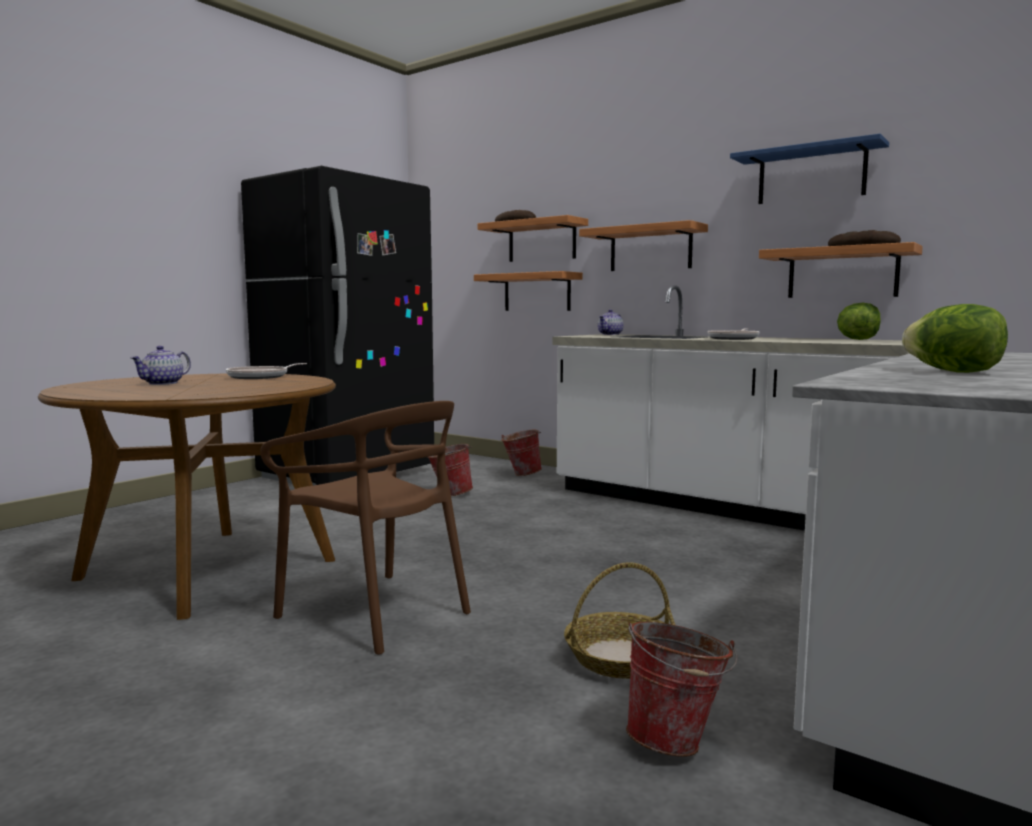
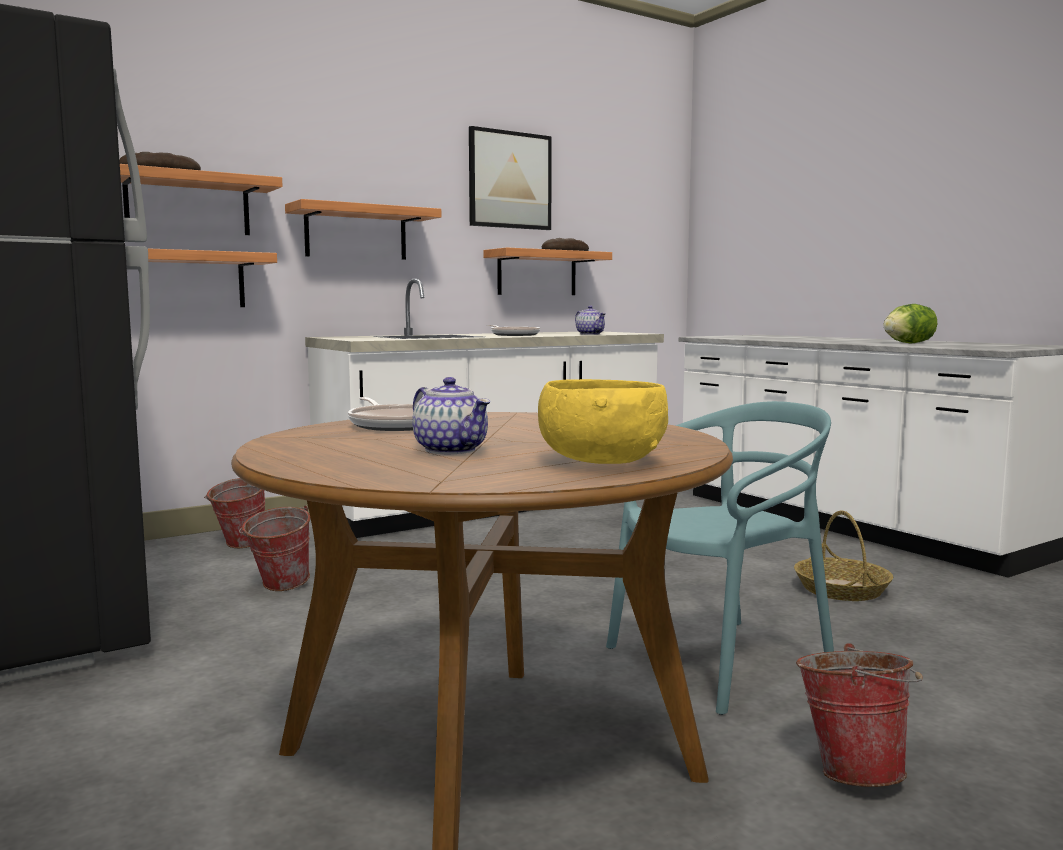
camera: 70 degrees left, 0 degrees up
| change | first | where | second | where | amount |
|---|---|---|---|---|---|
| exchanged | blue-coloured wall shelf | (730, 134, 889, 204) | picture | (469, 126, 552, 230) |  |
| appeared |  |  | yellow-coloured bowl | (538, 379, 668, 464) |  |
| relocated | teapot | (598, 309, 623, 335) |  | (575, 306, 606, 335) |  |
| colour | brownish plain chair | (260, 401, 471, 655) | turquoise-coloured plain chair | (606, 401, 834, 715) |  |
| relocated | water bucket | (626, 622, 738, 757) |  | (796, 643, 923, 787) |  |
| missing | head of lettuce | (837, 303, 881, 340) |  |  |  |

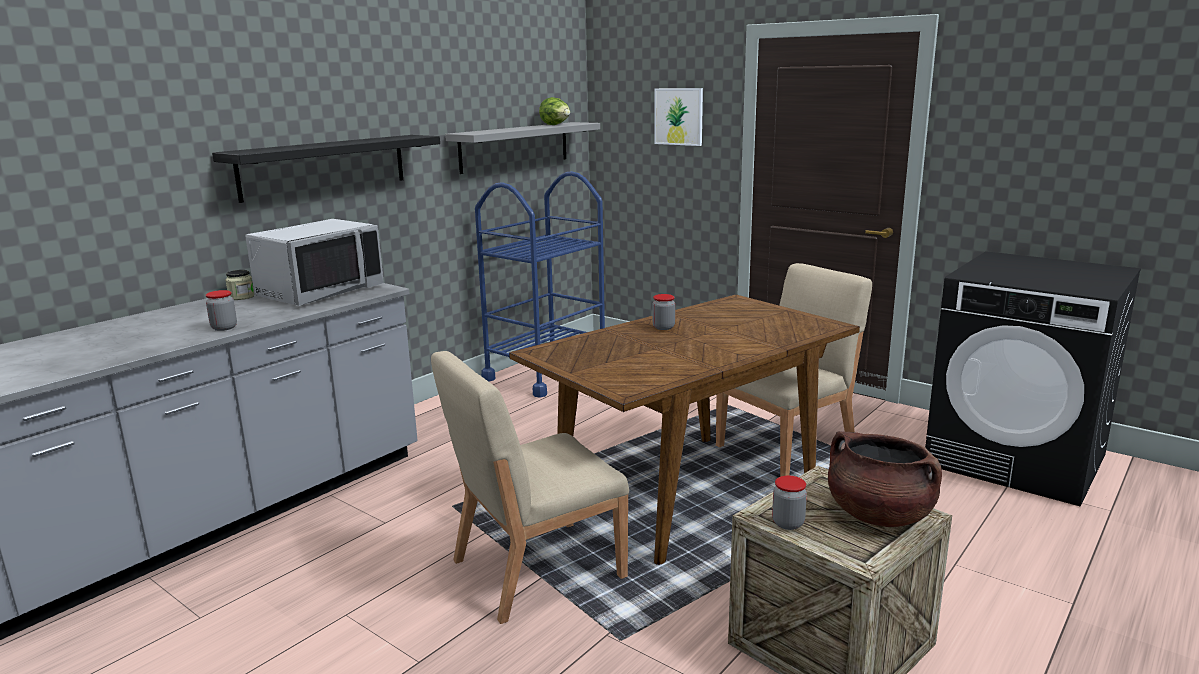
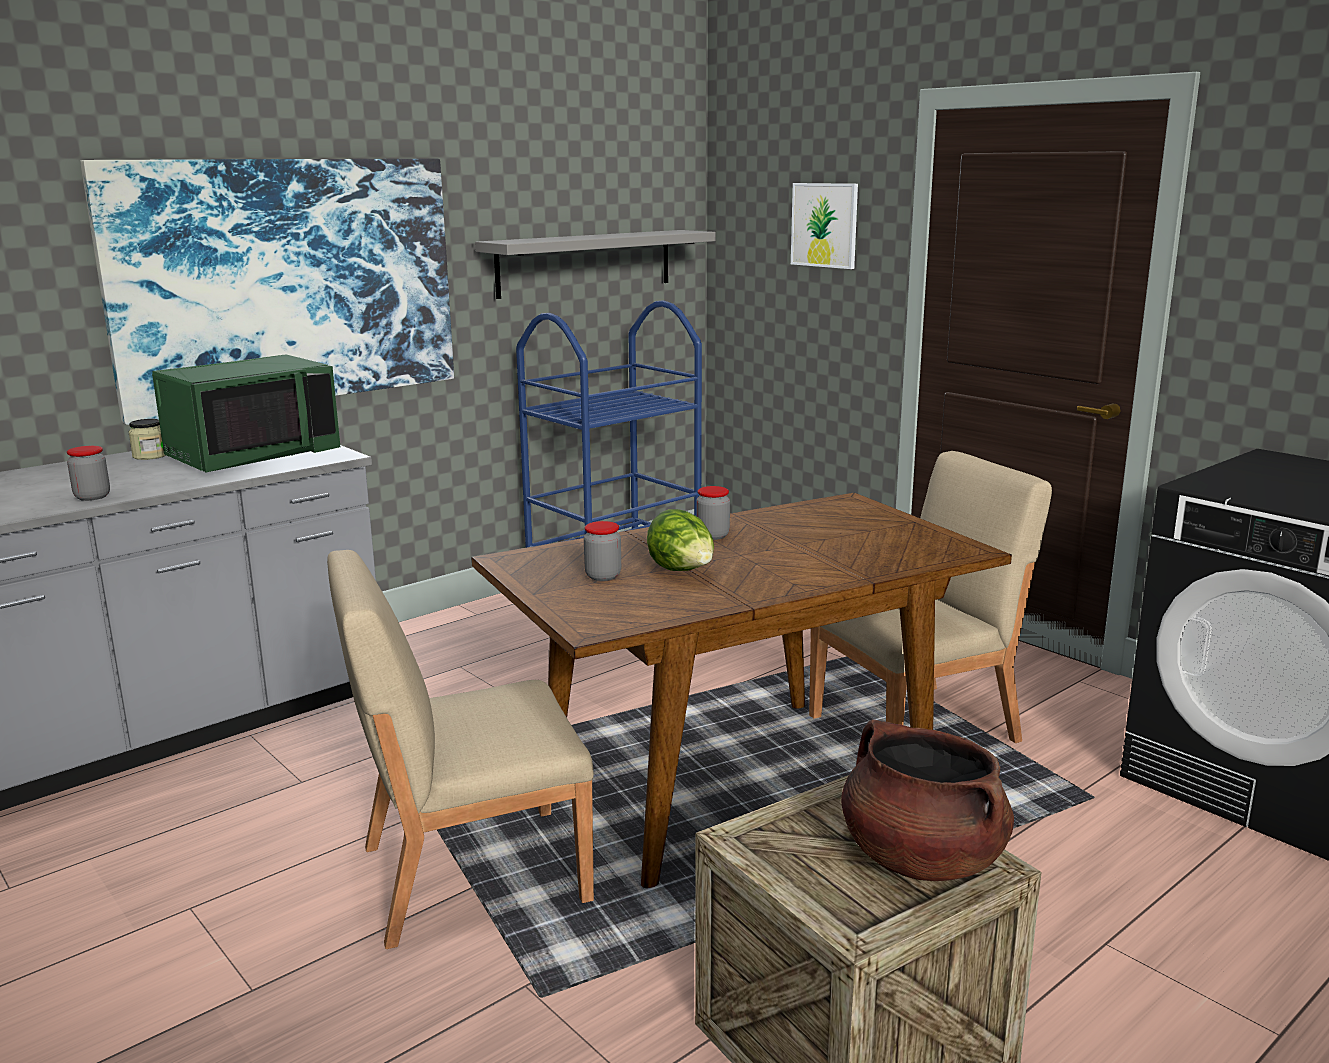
camera: 10 degrees right, 0 degrees up
| change | first | where | second | where | amount |
|---|---|---|---|---|---|
| exchanged | black wall shelf | (212, 135, 440, 203) | picture | (80, 159, 454, 425) |  |
| colour | grey kitchen microwave | (246, 219, 384, 306) | green kitchen microwave | (152, 354, 340, 472) |  |
| relocated | preserve jar | (772, 476, 807, 530) |  | (584, 521, 621, 581) |  |
| relocated | head of lettuce | (539, 97, 570, 125) |  | (647, 509, 714, 571) |  |

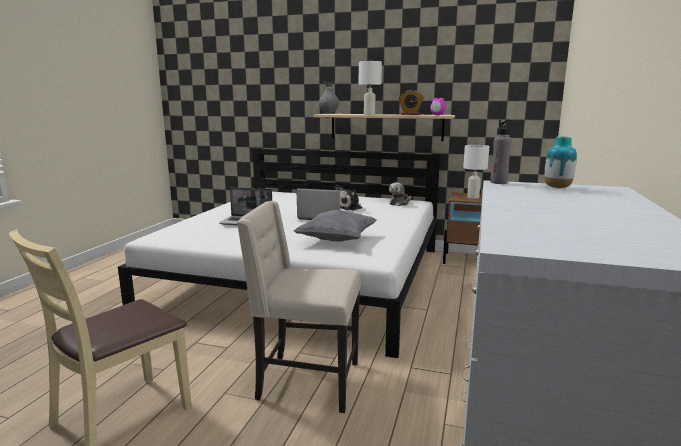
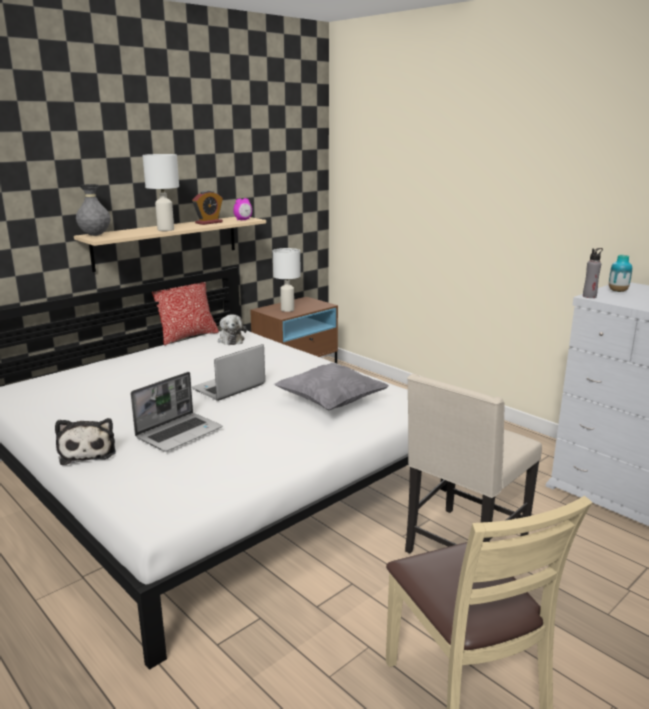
camera: 60 degrees left, 5 degrees up
| change | first | where | second | where | amount |
|---|---|---|---|---|---|
| relocated | soft toy | (334, 185, 362, 211) |  | (55, 418, 116, 465) |  |
| appeared |  |  | cushion | (152, 282, 219, 345) |  |

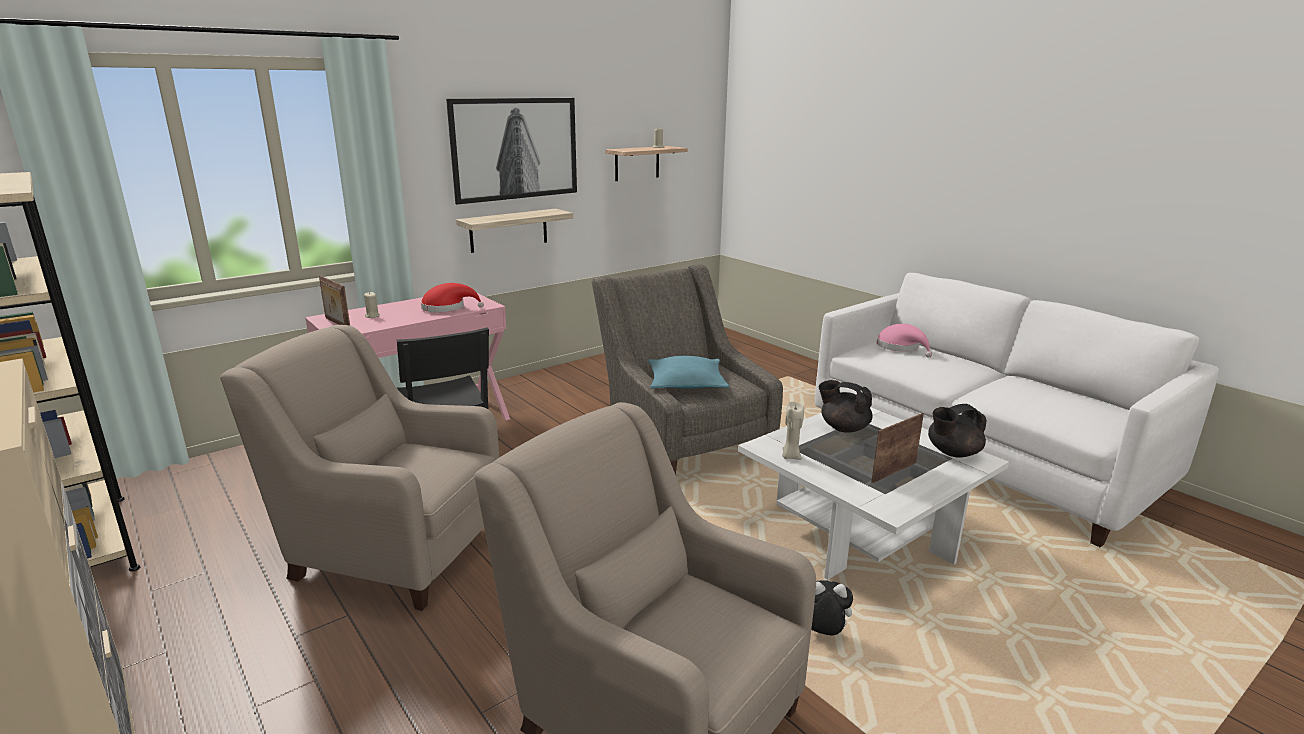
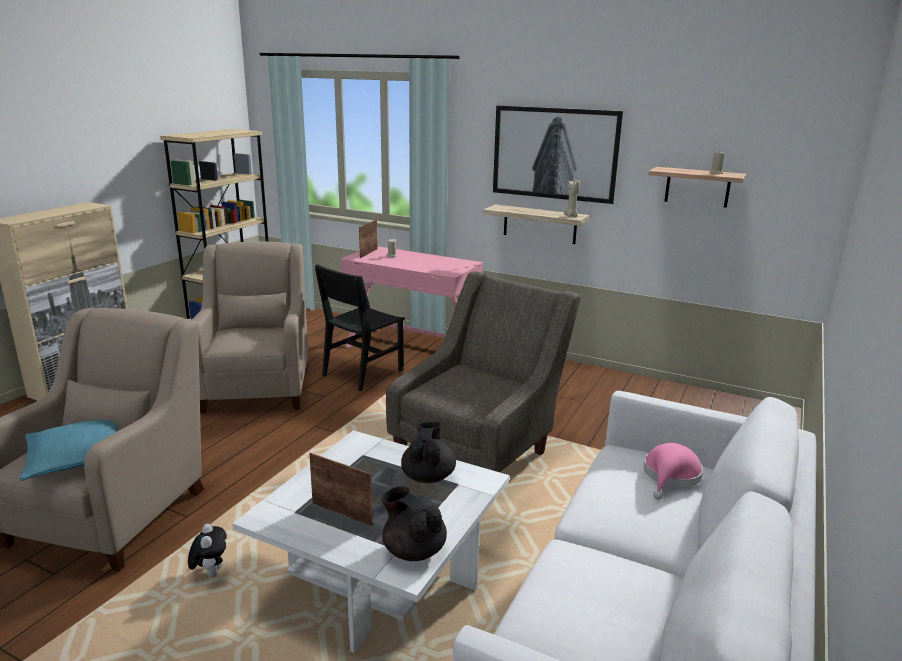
camera: 65 degrees right, 0 degrees up
| change | first | where | second | where | amount |
|---|---|---|---|---|---|
| relocated | turquoise-coloured cushion | (648, 356, 729, 389) |  | (20, 420, 117, 481) |  |
| relocated | beige candle | (782, 401, 804, 460) |  | (564, 179, 580, 217) |  |
| missing | red-coloured wearable hat | (421, 283, 484, 312) |  |  |  |

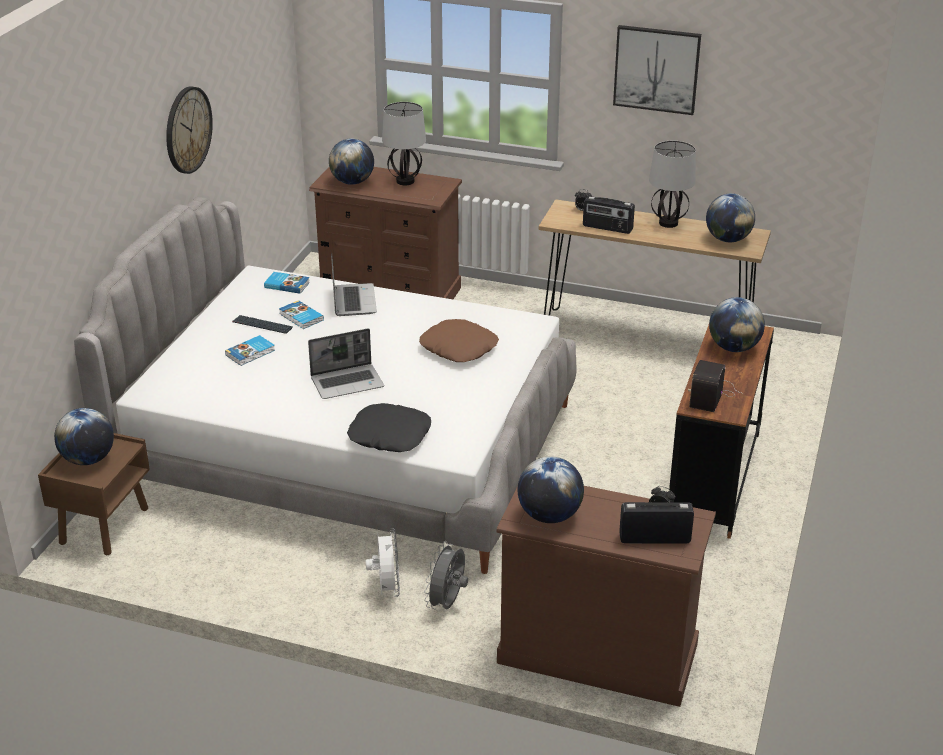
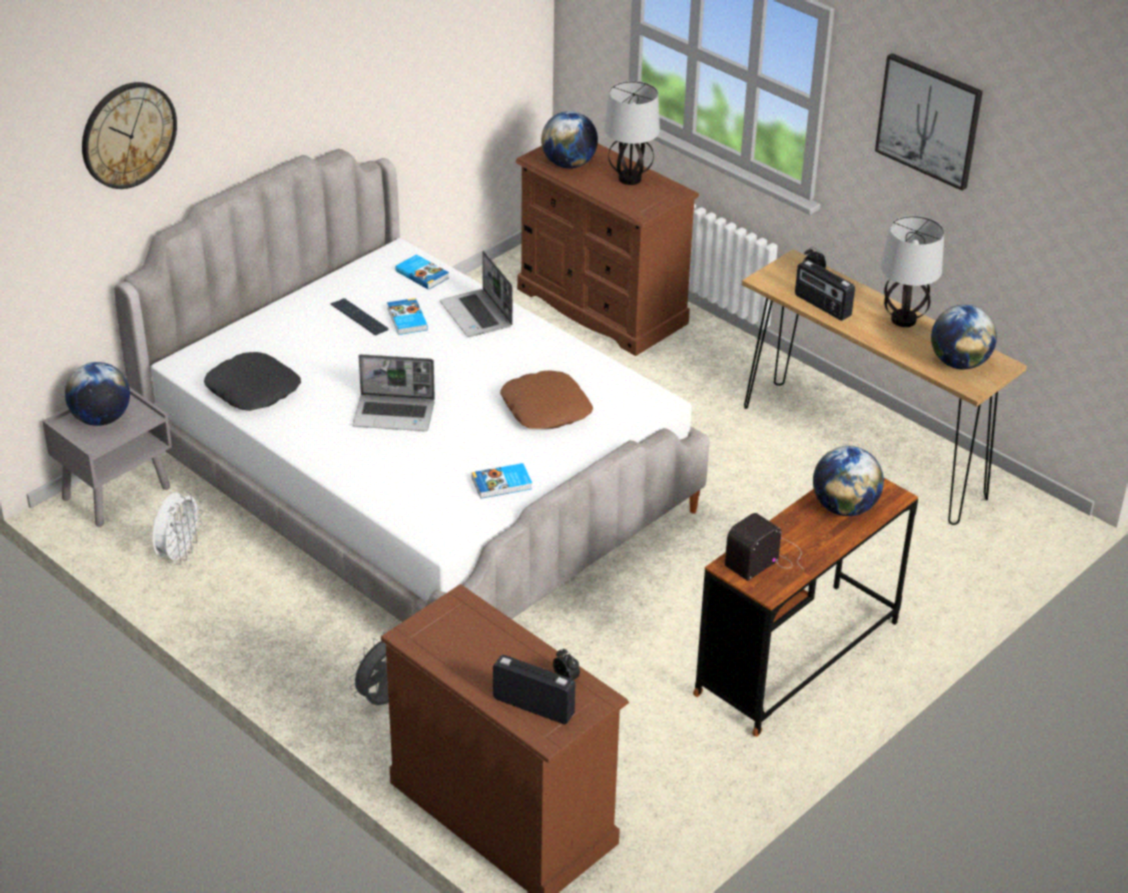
camera: 25 degrees right, 5 degrees up
| change | first | where | second | where | amount |
|---|---|---|---|---|---|
| colour | brownish nightstand | (38, 433, 150, 555) | grey nightstand | (42, 387, 172, 527) |  |
| relocated | wall clock | (166, 86, 213, 174) |  | (82, 82, 177, 189) |  |
| relocated | white-coloured electric fan | (366, 528, 400, 597) |  | (153, 491, 203, 565) |  |
| relocated | black cushion | (347, 403, 431, 452) |  | (204, 352, 301, 411) |  |
| spun | portable computer | (331, 253, 377, 316) |  | (440, 251, 513, 337) | 135 degrees clockwise |
| relocated | book | (225, 335, 275, 366) |  | (472, 463, 532, 499) |  |
| missing | world globe | (518, 457, 584, 523) |  |  |  |

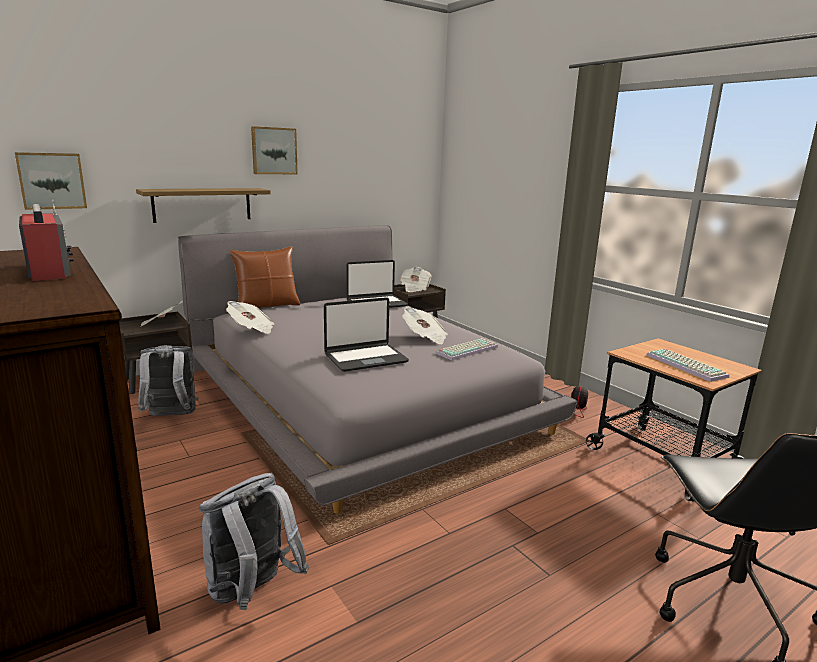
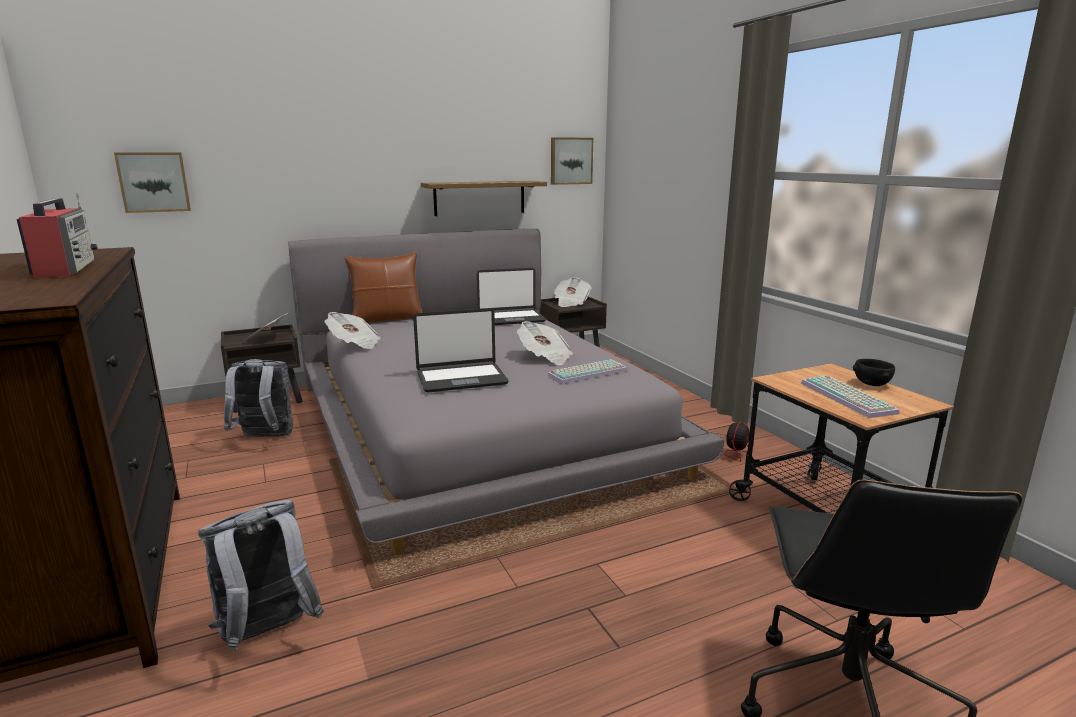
camera: 10 degrees right, 0 degrees up
| change | first | where | second | where | amount |
|---|---|---|---|---|---|
| relocated | wall shelf | (136, 188, 271, 223) |  | (421, 181, 547, 216) |  |
| relocated | picture | (251, 126, 298, 174) |  | (551, 137, 593, 185) |  |
| appeared |  |  | black bowl | (853, 359, 895, 386) |  |

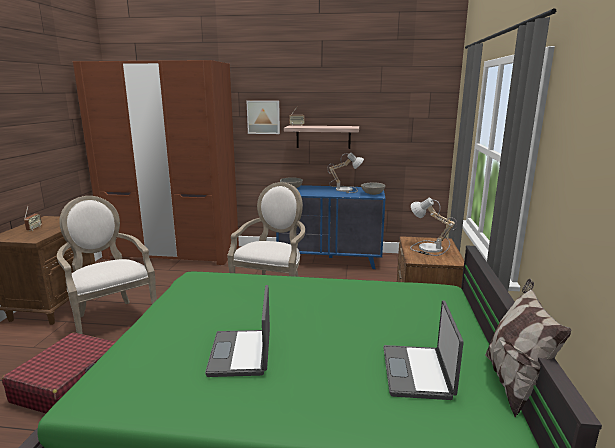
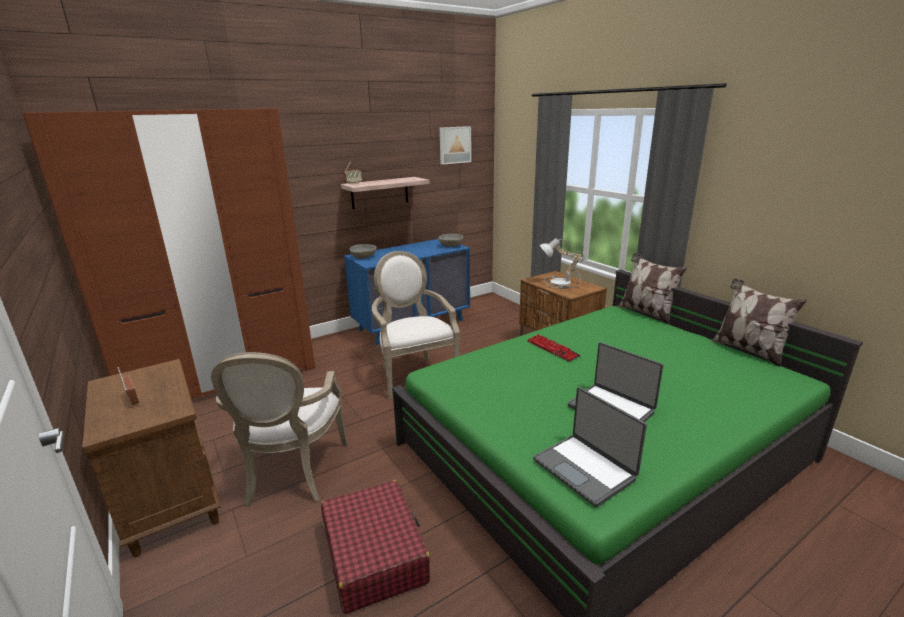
camera: 40 degrees left, 5 degrees up
| change | first | where | second | where | amount |
|---|---|---|---|---|---|
| spun | armchair | (57, 196, 157, 334) |  | (211, 352, 348, 507) | 105 degrees counterclockwise |
| relocated | picture | (247, 101, 280, 134) |  | (440, 126, 471, 165) |  |
| appeared |  |  | PC keyboard | (527, 334, 581, 362) |  |
| relocated | portable computer | (383, 300, 464, 400) |  | (533, 387, 647, 507) |  |
| appeared |  |  | cushion | (618, 253, 687, 324) |  |
| missing | lamp for a table | (328, 153, 364, 193) |  |  |  |

